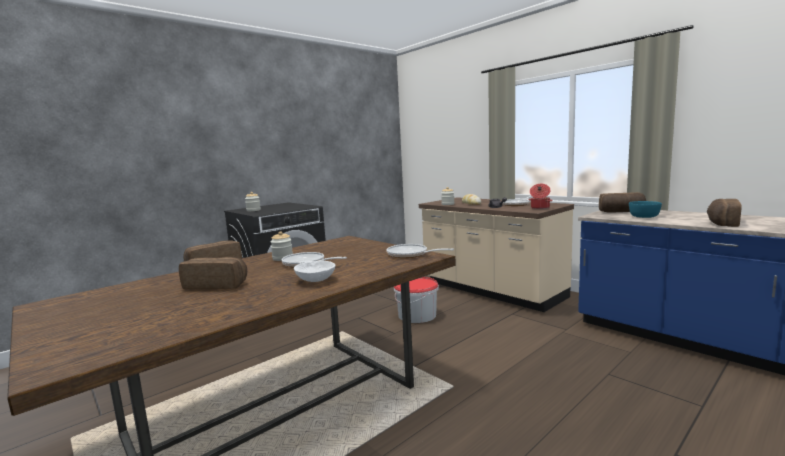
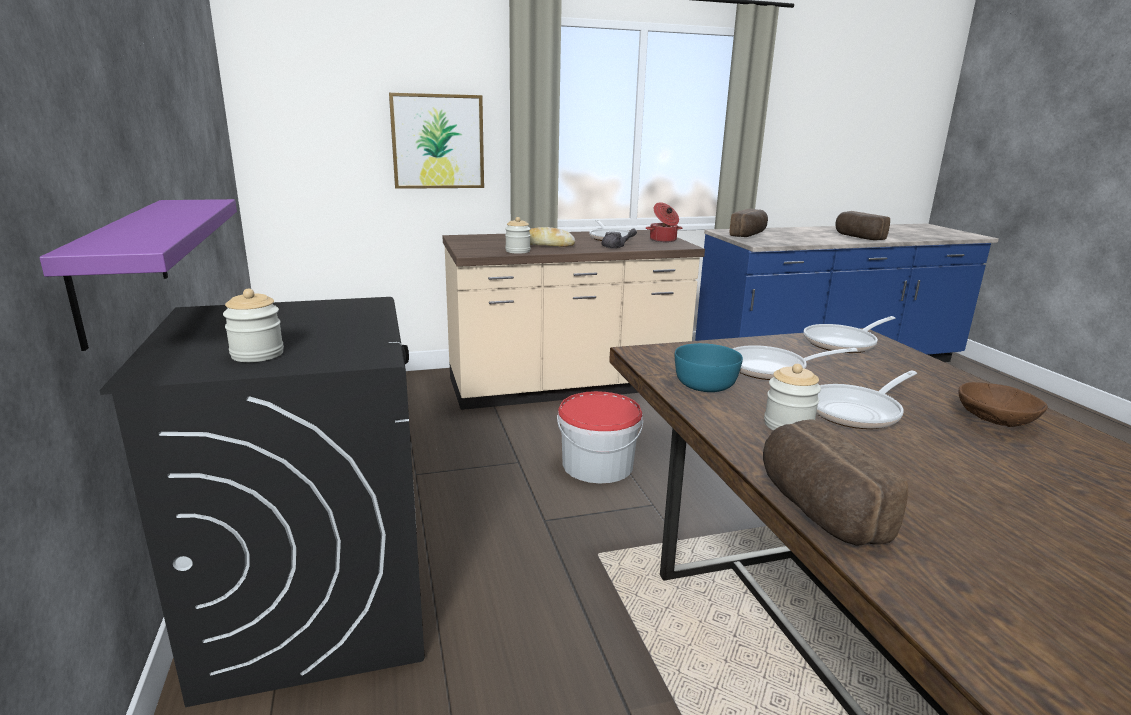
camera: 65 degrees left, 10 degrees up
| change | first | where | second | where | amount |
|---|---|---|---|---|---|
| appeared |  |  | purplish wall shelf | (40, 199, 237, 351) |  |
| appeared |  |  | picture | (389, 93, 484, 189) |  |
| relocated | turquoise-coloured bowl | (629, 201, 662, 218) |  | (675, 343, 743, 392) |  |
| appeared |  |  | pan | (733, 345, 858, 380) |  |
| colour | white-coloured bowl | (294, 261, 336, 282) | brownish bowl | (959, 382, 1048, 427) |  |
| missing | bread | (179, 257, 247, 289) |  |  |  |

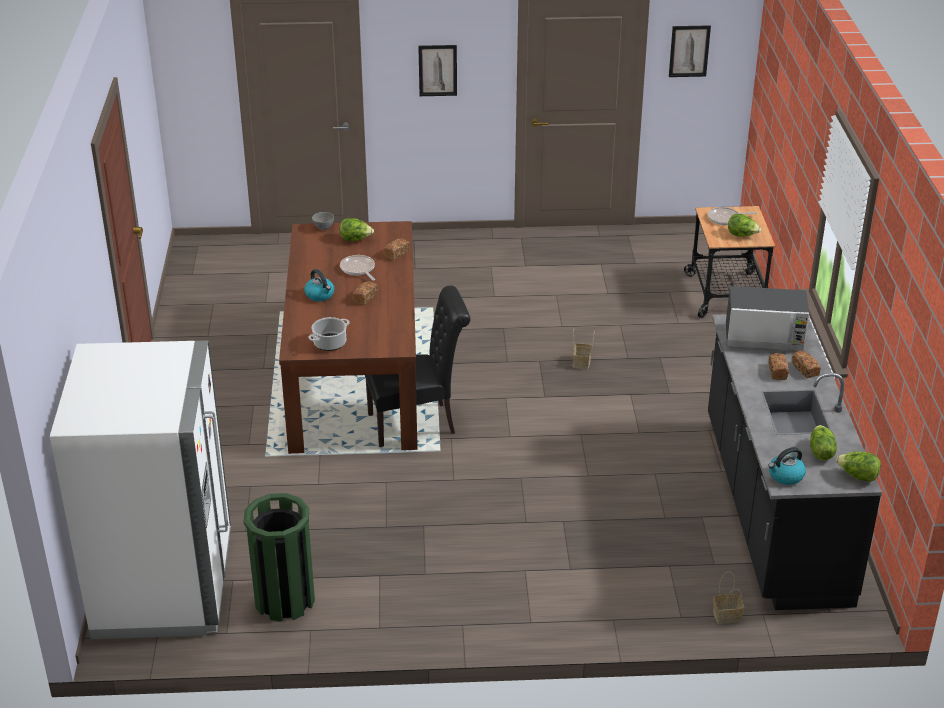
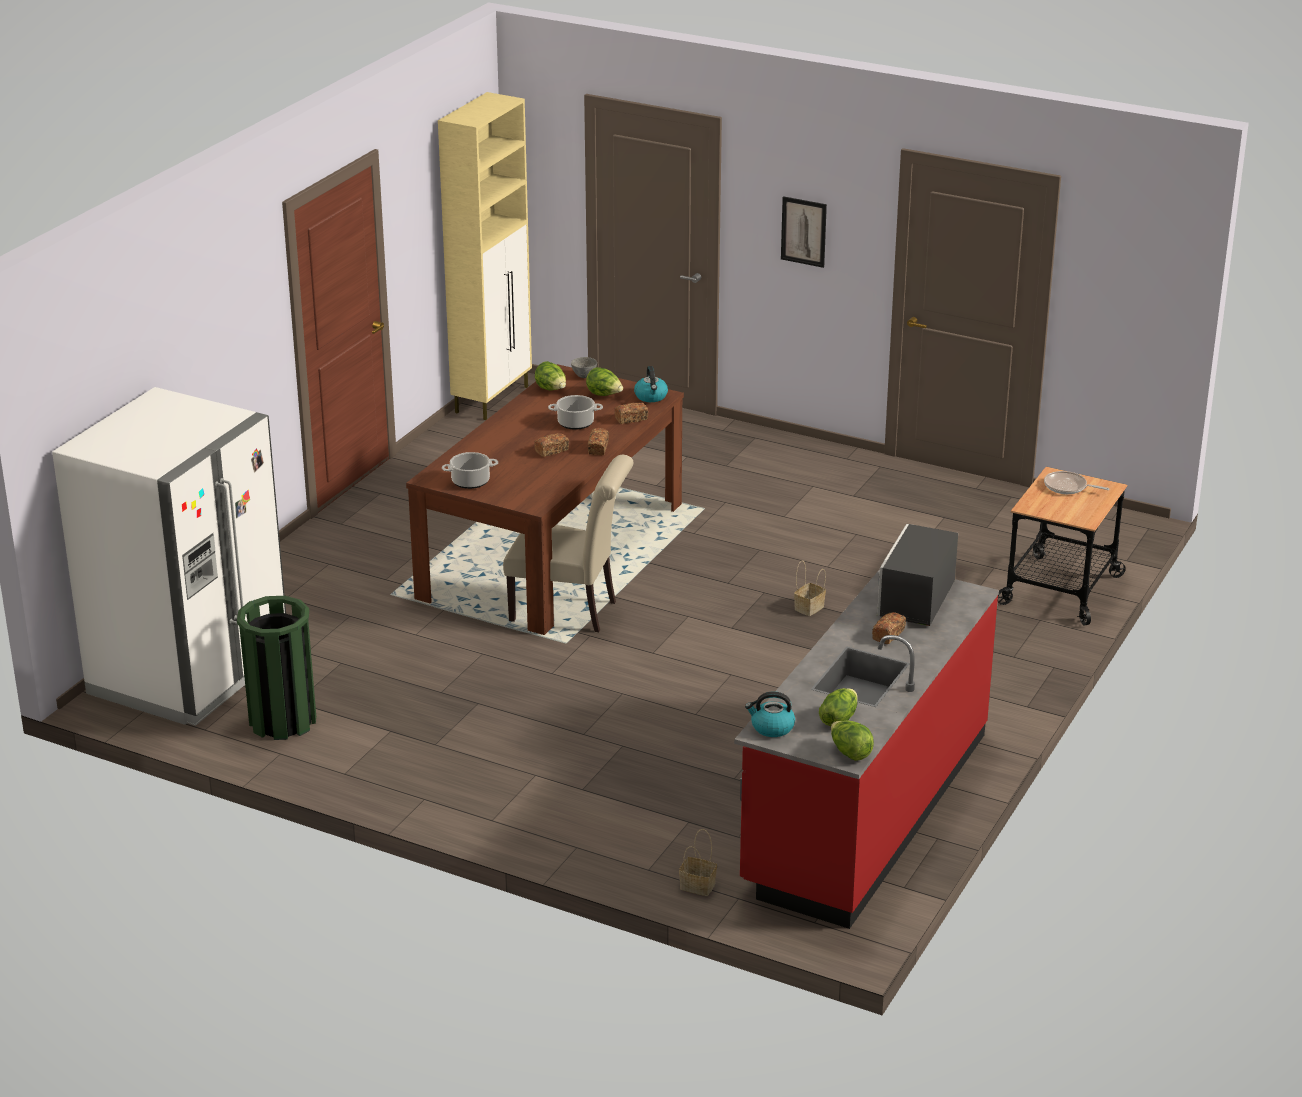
camera: 30 degrees right, 5 degrees down
| change | first | where | second | where | amount |
|---|---|---|---|---|---|
| appeared |  |  | beige storage cabinet | (438, 92, 532, 420) |  |
| colour | black plain chair | (365, 285, 471, 447) | beige plain chair | (503, 455, 633, 632) |  |
| relocated | head of lettuce | (728, 214, 761, 237) |  | (535, 361, 566, 390) |  |
| exchanged | pan | (340, 255, 375, 281) | stockpot | (548, 395, 603, 430) |  |
| relocated | bread | (791, 351, 821, 378) |  | (588, 428, 609, 455) |  |
| relocated | kettle | (304, 269, 334, 301) |  | (634, 366, 668, 402) |  |
| colour | black counter | (708, 314, 882, 610) | red-coloured counter | (734, 569, 999, 929) |  |
| spun | kitchen microwave | (726, 286, 809, 351) |  | (876, 524, 958, 626) | 75 degrees clockwise |
| missing | picture | (669, 25, 711, 77) |  |  |  |

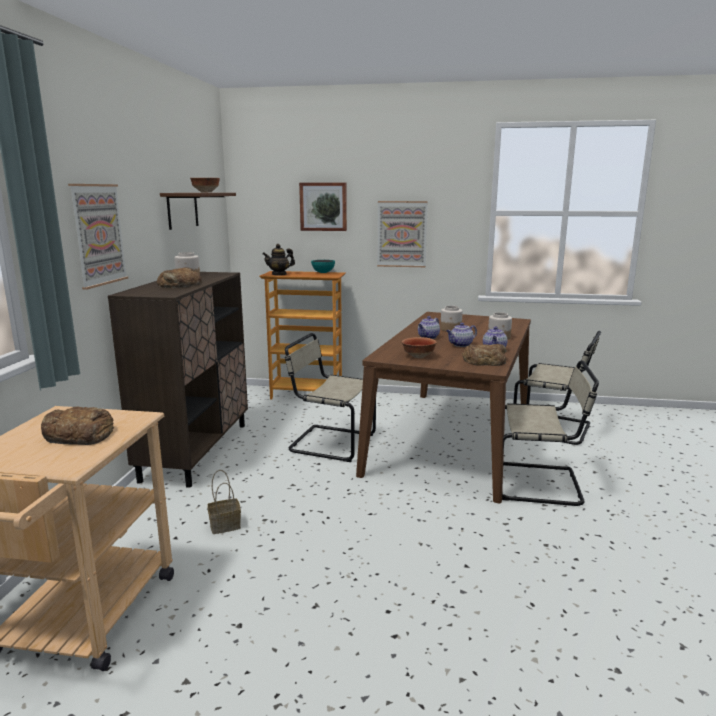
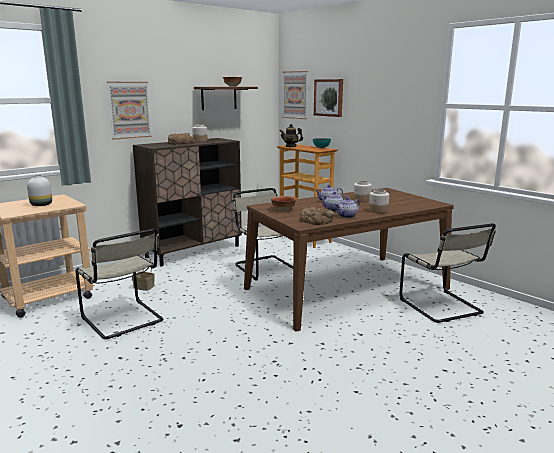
camera: 40 degrees right, 0 degrees up
| change | first | where | second | where | amount |
|---|---|---|---|---|---|
| exchanged | bread | (41, 407, 114, 445) | white-coloured decorative vase | (27, 175, 52, 206) |  |
| relocated | beige plain chair | (502, 361, 599, 506) |  | (75, 229, 163, 339) |  |
| relocated | picture | (377, 201, 428, 267) |  | (282, 71, 308, 119) |  |

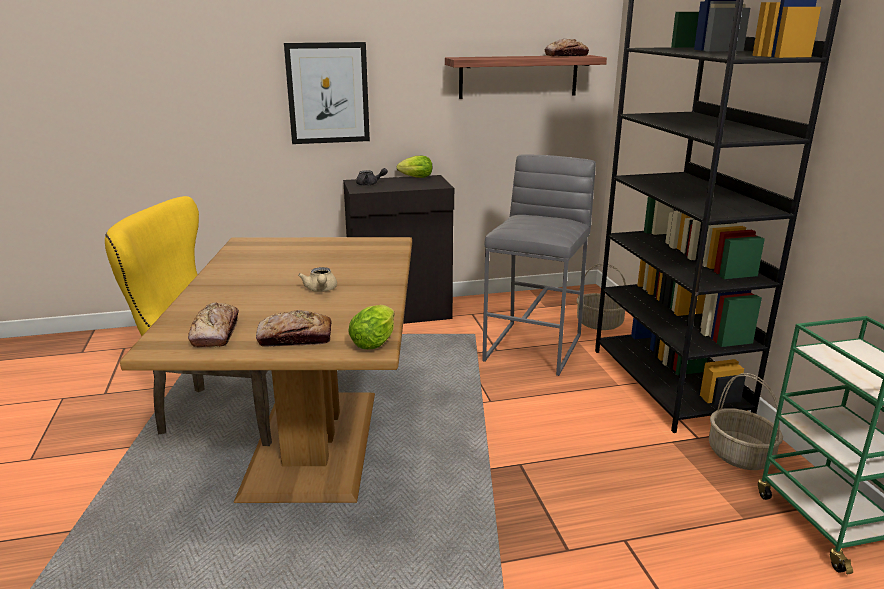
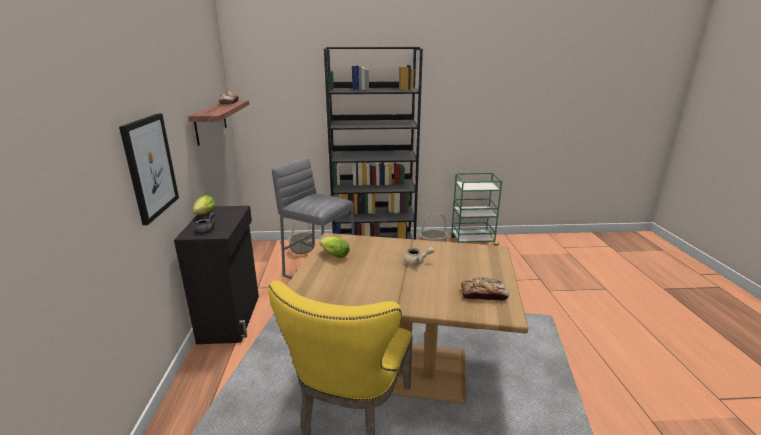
camera: 80 degrees left, 0 degrees up
| change | first | where | second | where | amount |
|---|---|---|---|---|---|
| relocated | head of lettuce | (349, 305, 394, 349) |  | (319, 237, 350, 258) |  |
| missing | bread | (256, 310, 332, 347) |  |  |  |

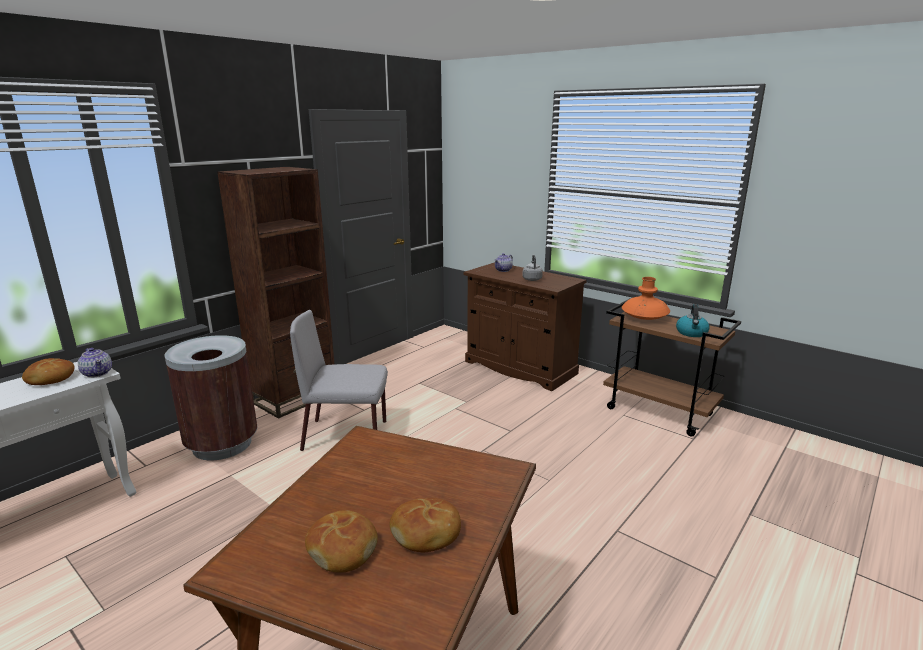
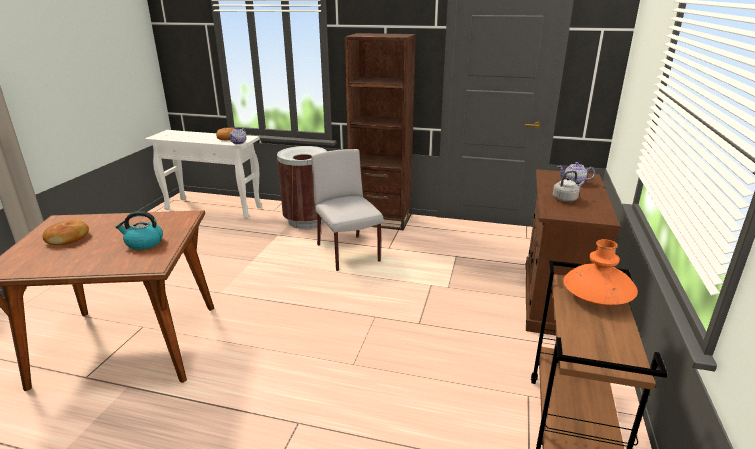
camera: 65 degrees right, 5 degrees up
| change | first | where | second | where | amount |
|---|---|---|---|---|---|
| relocated | kettle | (676, 304, 710, 337) |  | (116, 211, 163, 250) |  |
| missing | bread | (390, 498, 461, 552) |  |  |  |

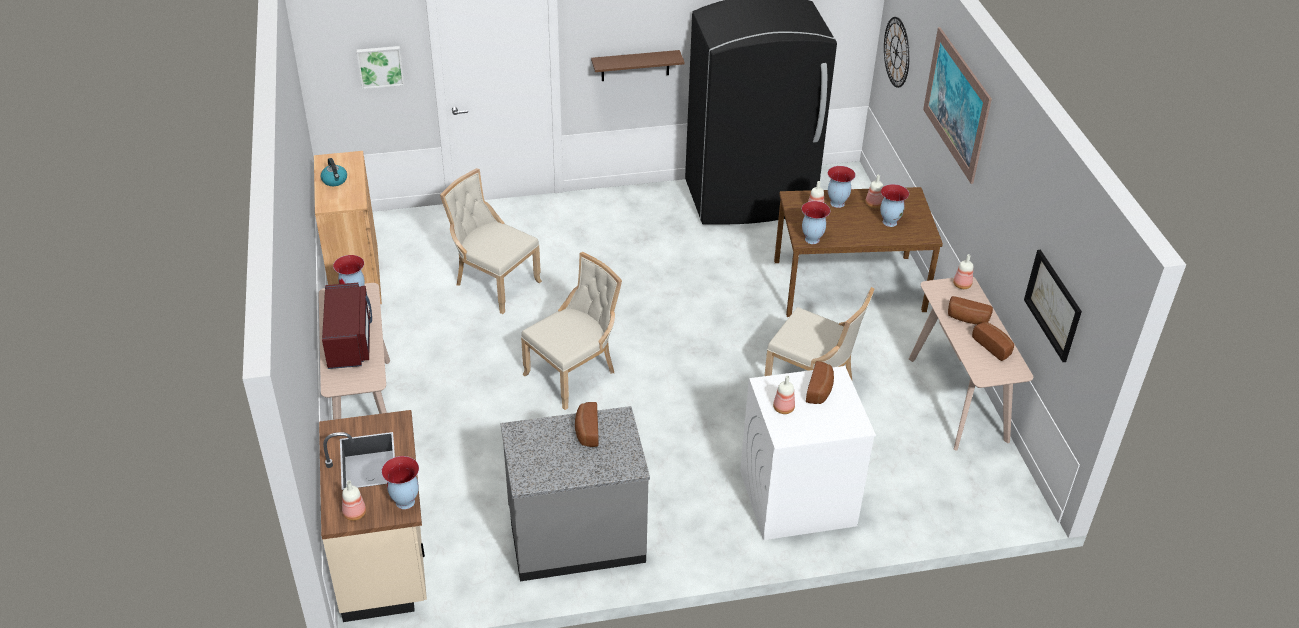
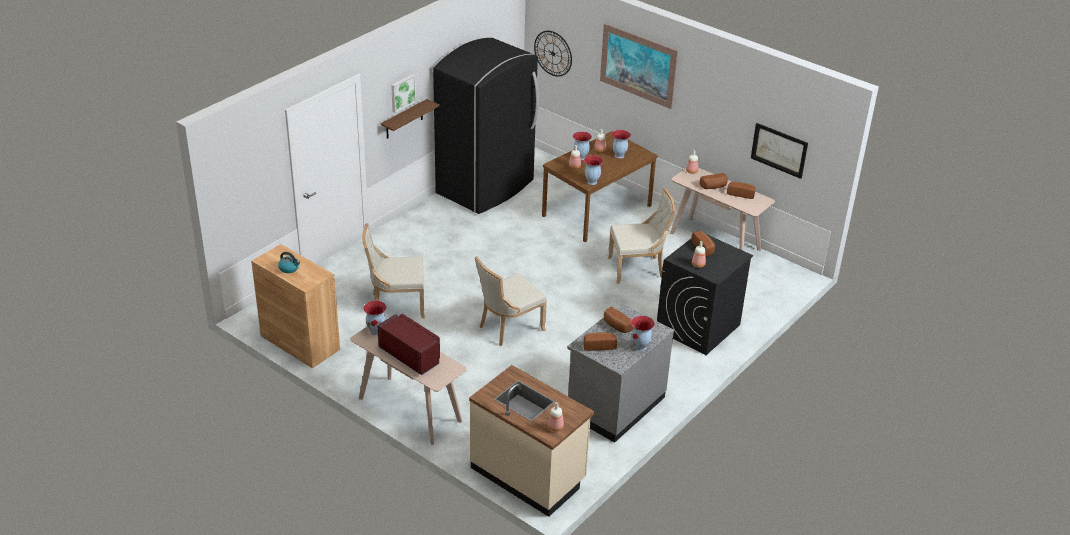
camera: 40 degrees left, 5 degrees down
| change | first | where | second | where | amount |
|---|---|---|---|---|---|
| relocated | picture | (357, 46, 404, 89) |  | (391, 74, 416, 113) |  |
| spun | beige plain chair | (521, 252, 622, 410) |  | (475, 256, 547, 346) | 135 degrees counterclockwise |
| appeared |  |  | bread | (584, 332, 617, 351) |  |
| relocated | decorative vase | (381, 456, 419, 509) |  | (631, 316, 655, 351) |  |
| colour | white-coloured laundry appliance | (740, 366, 876, 540) | black laundry appliance | (657, 235, 753, 355) |  |

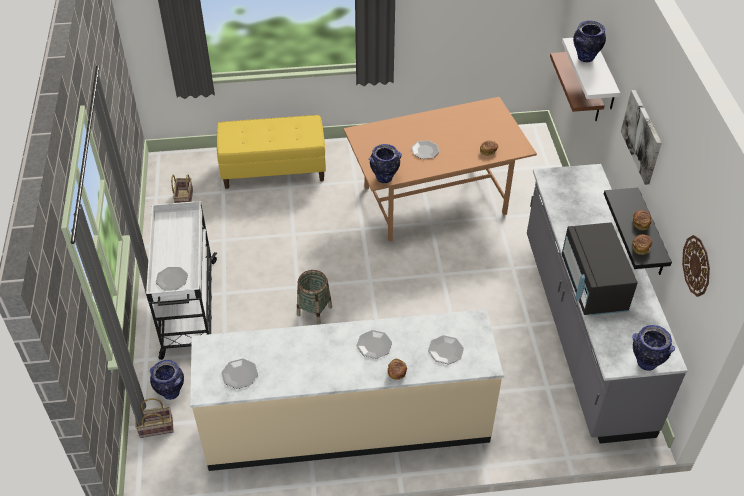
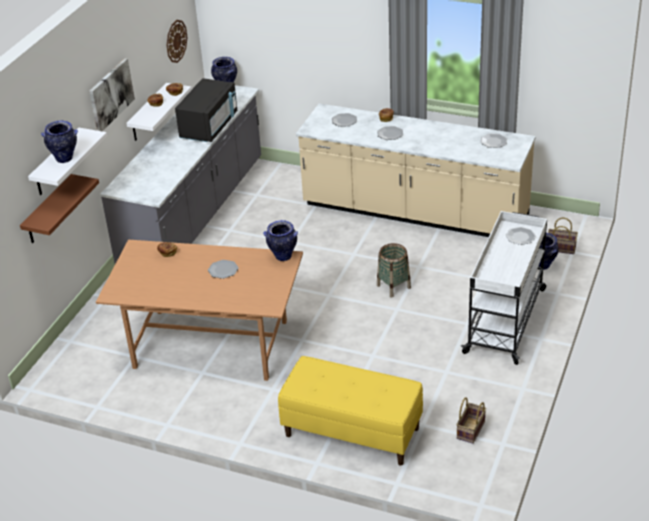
camera: 150 degrees left, 10 degrees down
| change | first | where | second | where | amount |
|---|---|---|---|---|---|
| colour | black wall shelf | (604, 188, 672, 275) | white-coloured wall shelf | (127, 83, 192, 141) |  |

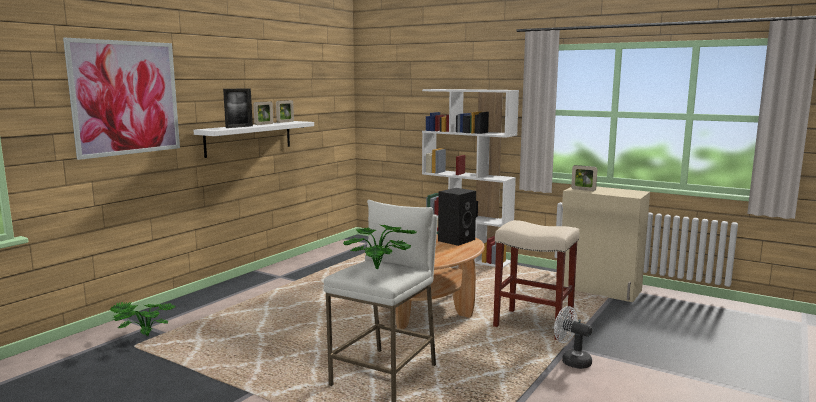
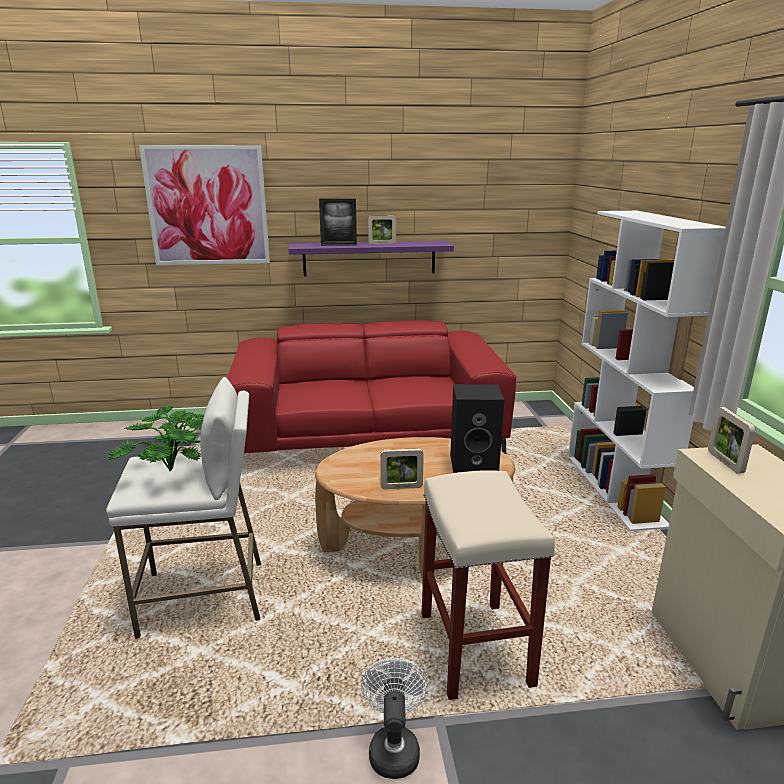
camera: 50 degrees right, 10 degrees up
| change | first | where | second | where | amount |
|---|---|---|---|---|---|
| appeared |  |  | red-coloured sofa | (227, 320, 516, 454) |  |
| colour | white-coloured wall shelf | (193, 121, 314, 158) | purplish wall shelf | (289, 241, 454, 276) |  |
| relocated | standing frame | (276, 100, 294, 123) |  | (380, 448, 424, 490) |  |

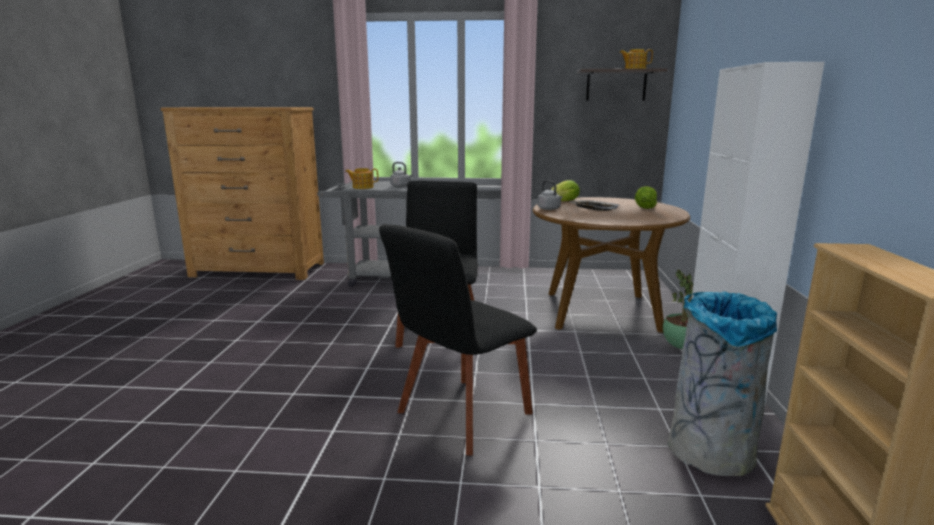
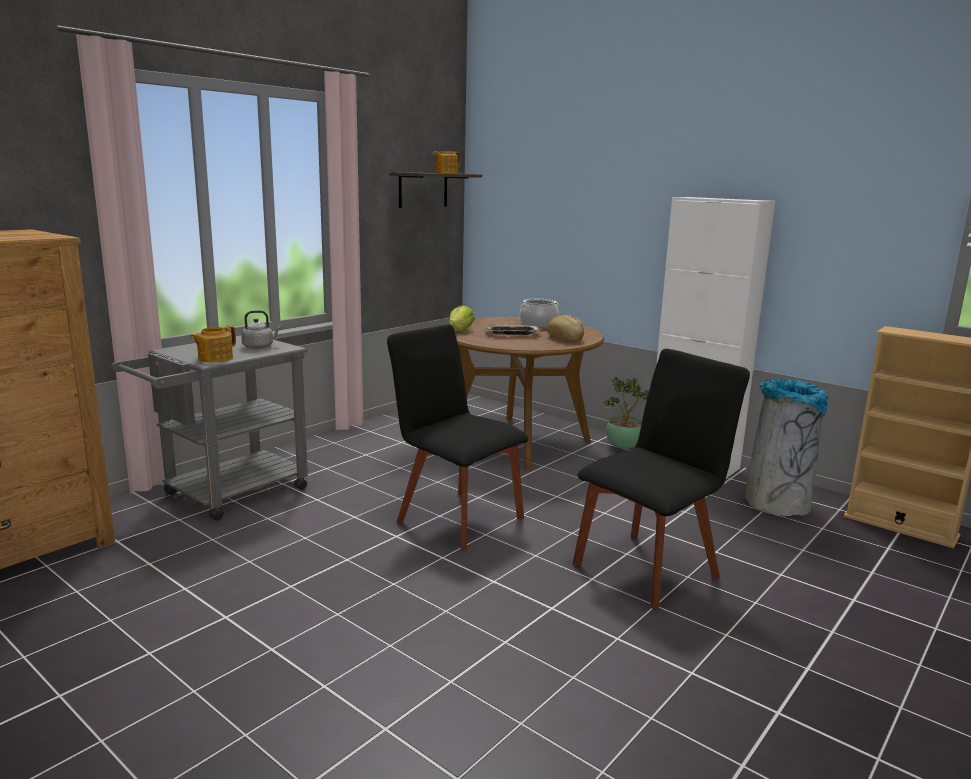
camera: 55 degrees left, 0 degrees up
| change | first | where | second | where | amount |
|---|---|---|---|---|---|
| exchanged | head of lettuce | (635, 186, 657, 209) | stockpot | (520, 299, 559, 328) |  |
| appeared |  |  | bread | (547, 315, 584, 342) |  |
| spun | black plain chair | (379, 224, 537, 456) |  | (573, 349, 750, 610) | 120 degrees counterclockwise |
| missing | grey kettle | (538, 180, 563, 210) |  |  |  |

